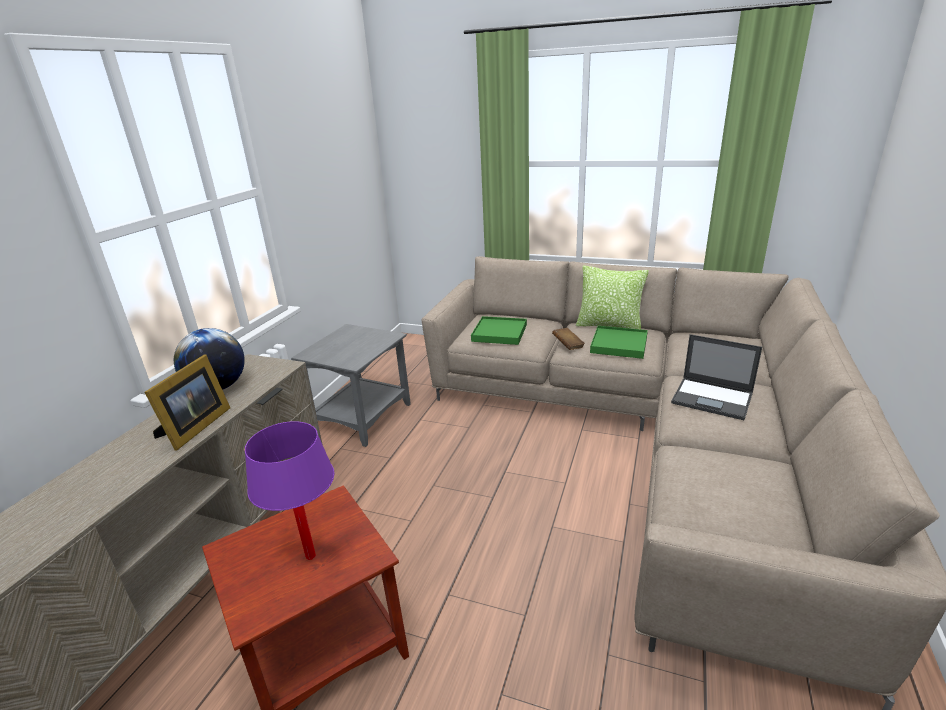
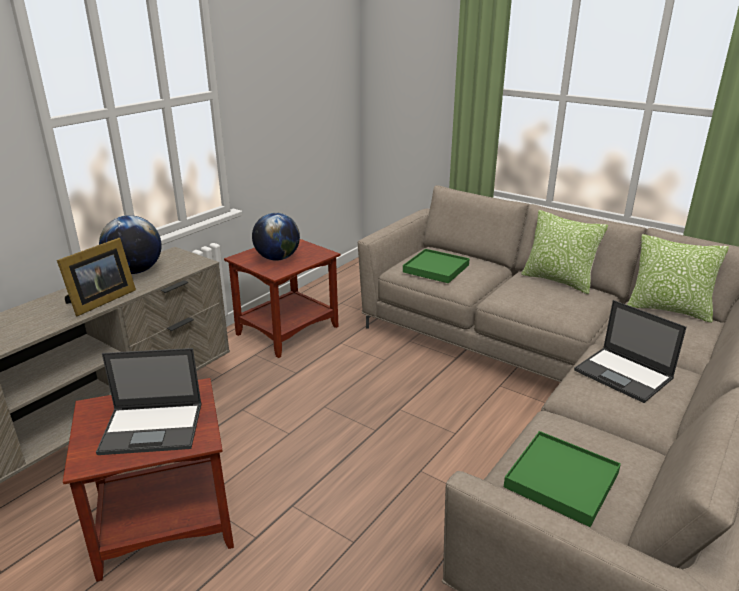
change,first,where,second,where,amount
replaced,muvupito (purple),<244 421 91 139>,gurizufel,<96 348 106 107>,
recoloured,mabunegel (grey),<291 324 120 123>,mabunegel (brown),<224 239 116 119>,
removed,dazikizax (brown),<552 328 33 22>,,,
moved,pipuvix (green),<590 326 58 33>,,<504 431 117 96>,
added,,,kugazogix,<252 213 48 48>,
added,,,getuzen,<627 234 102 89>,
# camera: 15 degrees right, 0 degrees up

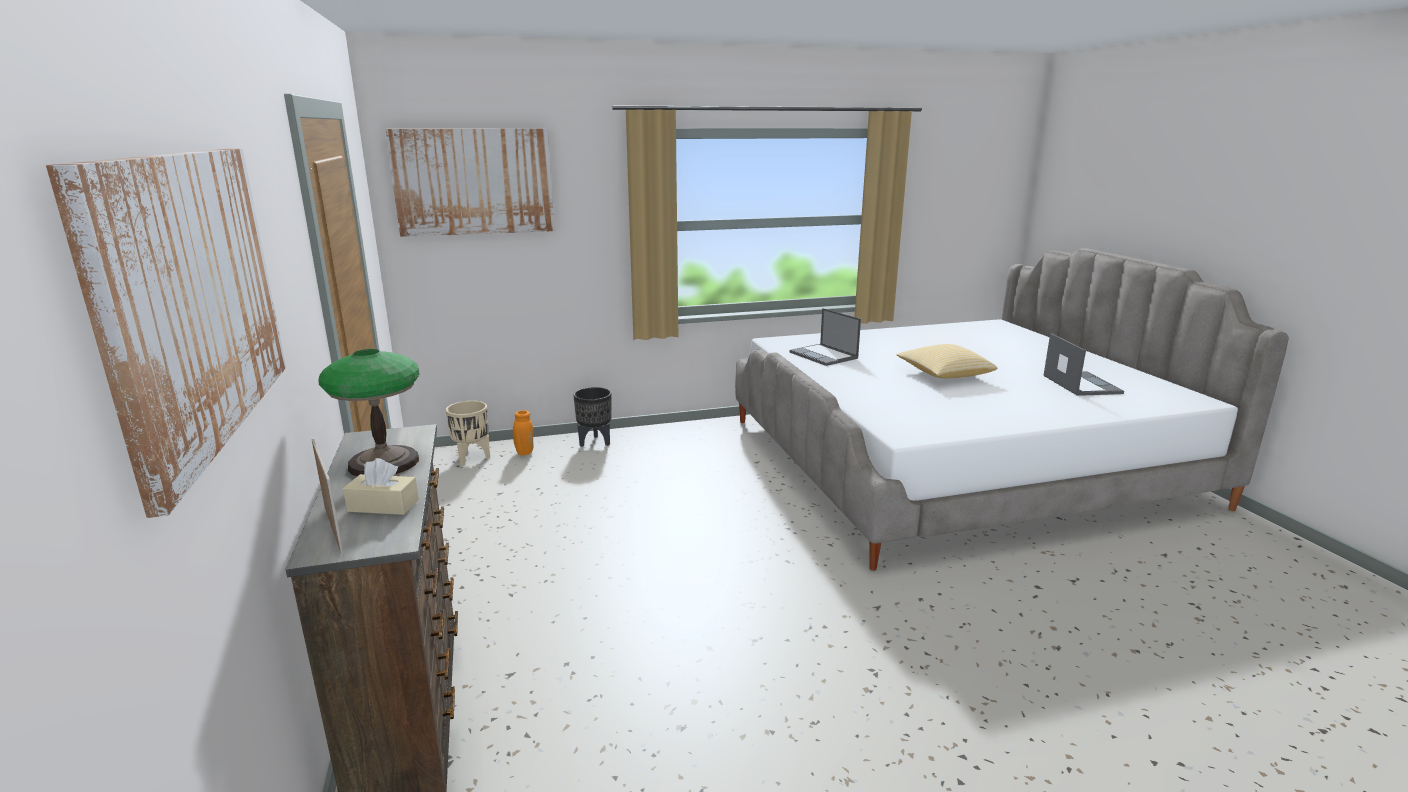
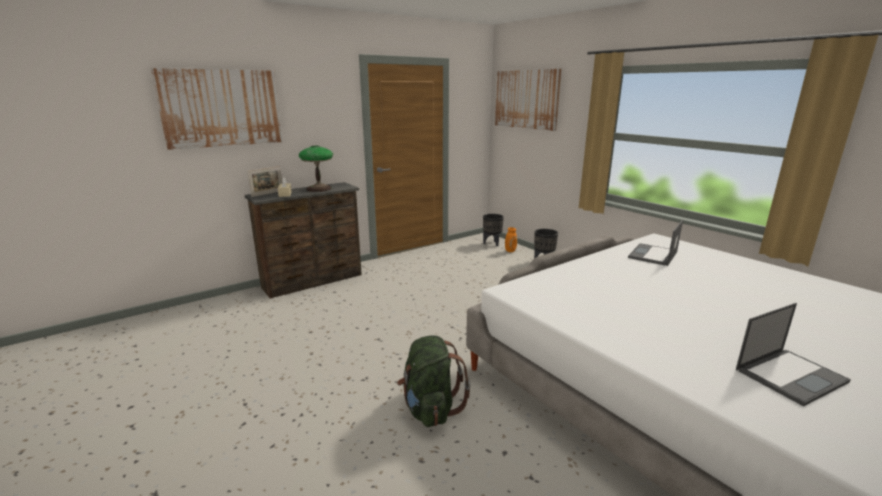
change,first,where,second,where,amount
recoloured,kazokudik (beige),<446 401 44 65>,kazokudik (black),<483 214 21 32>,
removed,getuzen,<897 344 100 34>,,,
added,,,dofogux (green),<397 336 73 91>,
# camera: 70 degrees right, 0 degrees up

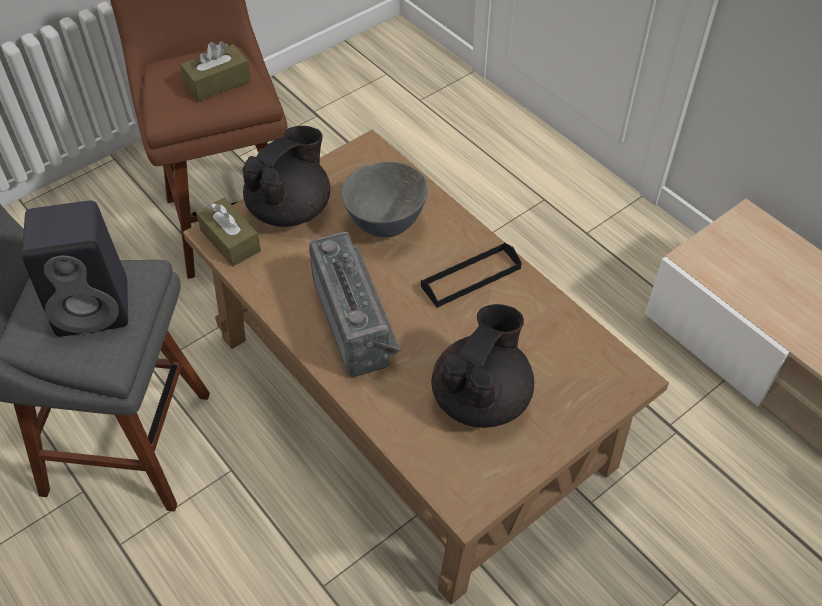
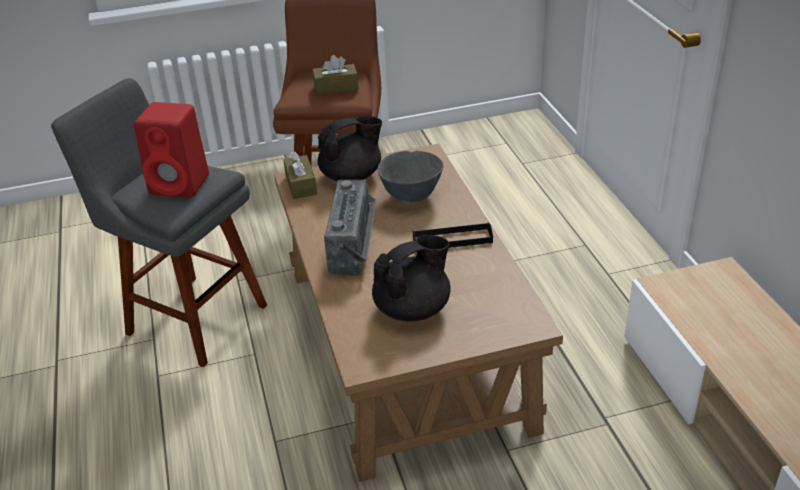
change,first,where,second,where,amount
recoloured,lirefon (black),<22 201 106 135>,lirefon (red),<134 102 75 96>,
# camera: 25 degrees right, 15 degrees down

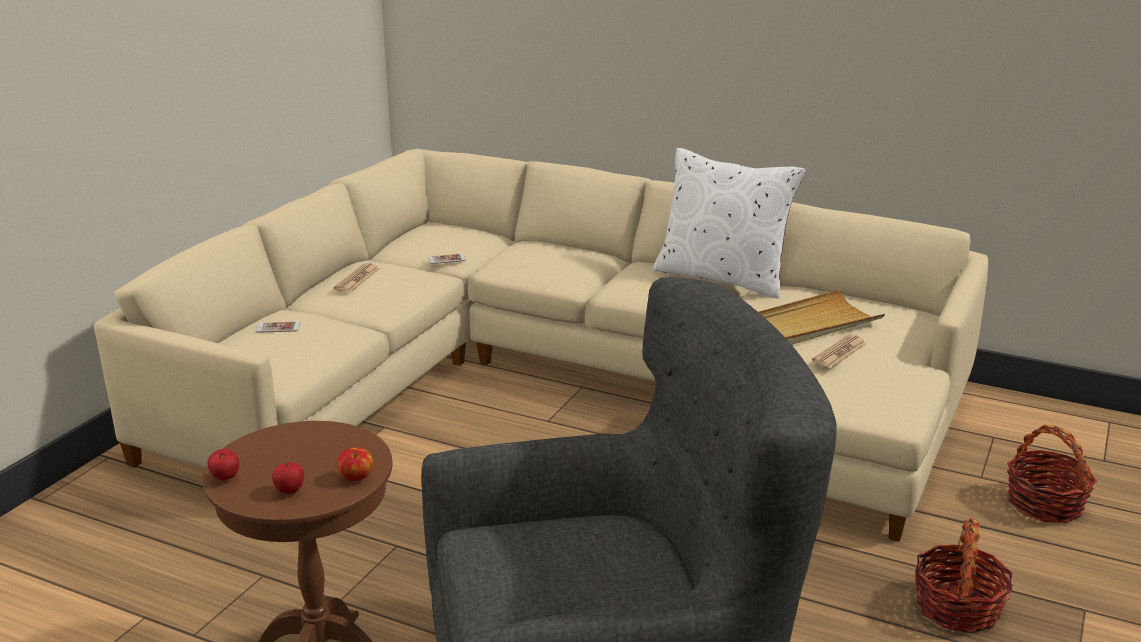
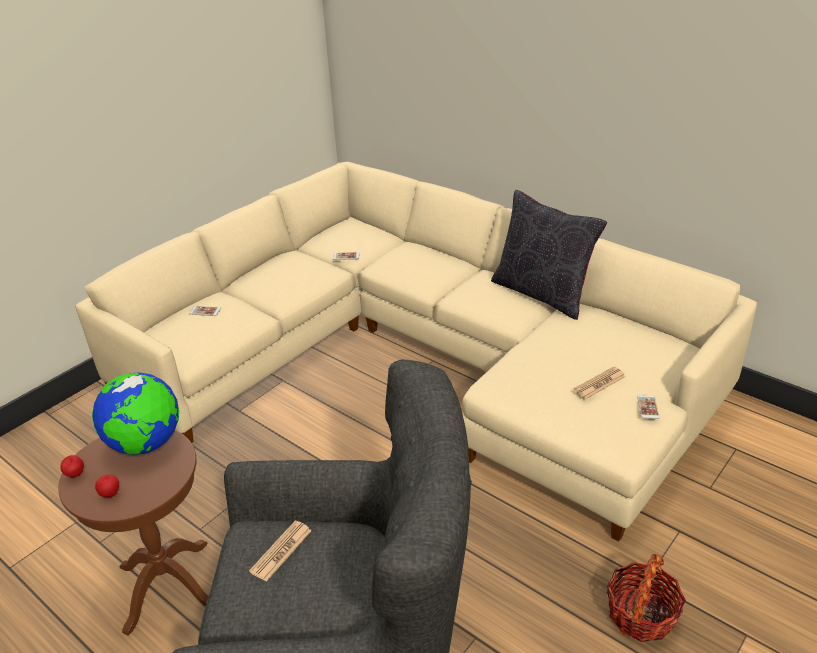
change,first,where,second,where,amount
moved,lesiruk,<334 263 46 29>,,<249 521 63 61>,
removed,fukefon,<337 447 36 34>,,,
recoloured,getuzen (white),<653 148 153 150>,getuzen (black),<491 190 116 130>,
removed,pipuvix (beige),<759 289 126 56>,,,
removed,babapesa,<1007 424 90 99>,,,
added,,,kugazogix,<92 372 87 83>,
added,,,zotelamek,<637 395 23 24>,
# camera: 15 degrees right, 10 degrees up

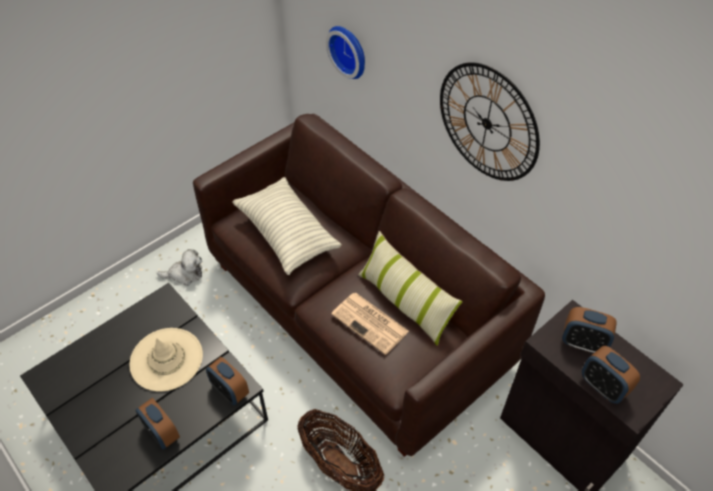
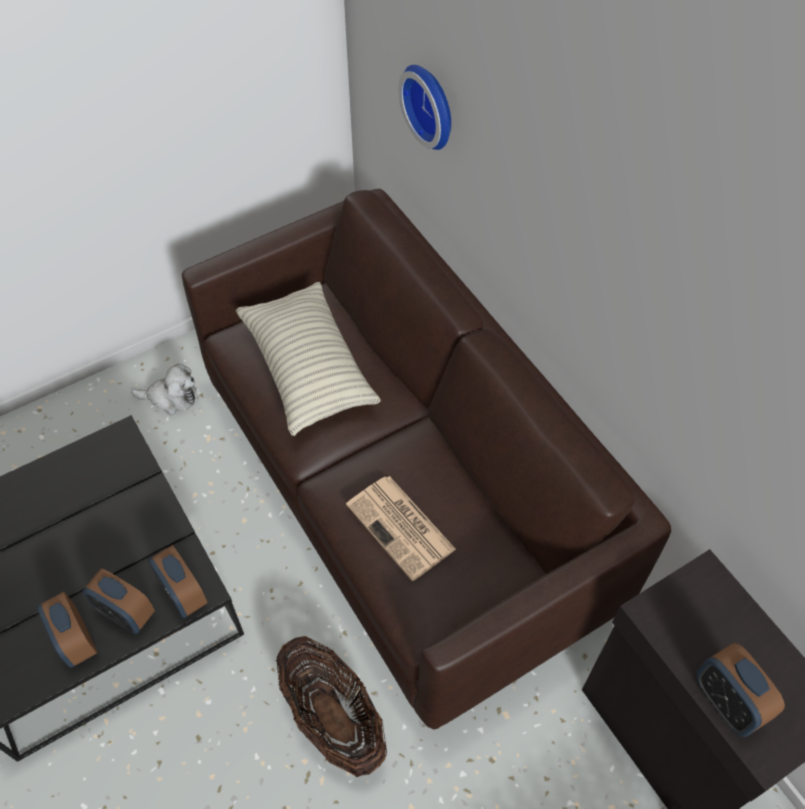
change,first,where,second,where,amount
removed,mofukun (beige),<129 328 74 63>,,,
removed,getuzen,<358 231 104 115>,,,
removed,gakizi,<440 62 100 119>,,,
moved,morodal,<562 307 55 46>,,<83 568 72 66>,
# camera: 10 degrees right, 5 degrees up

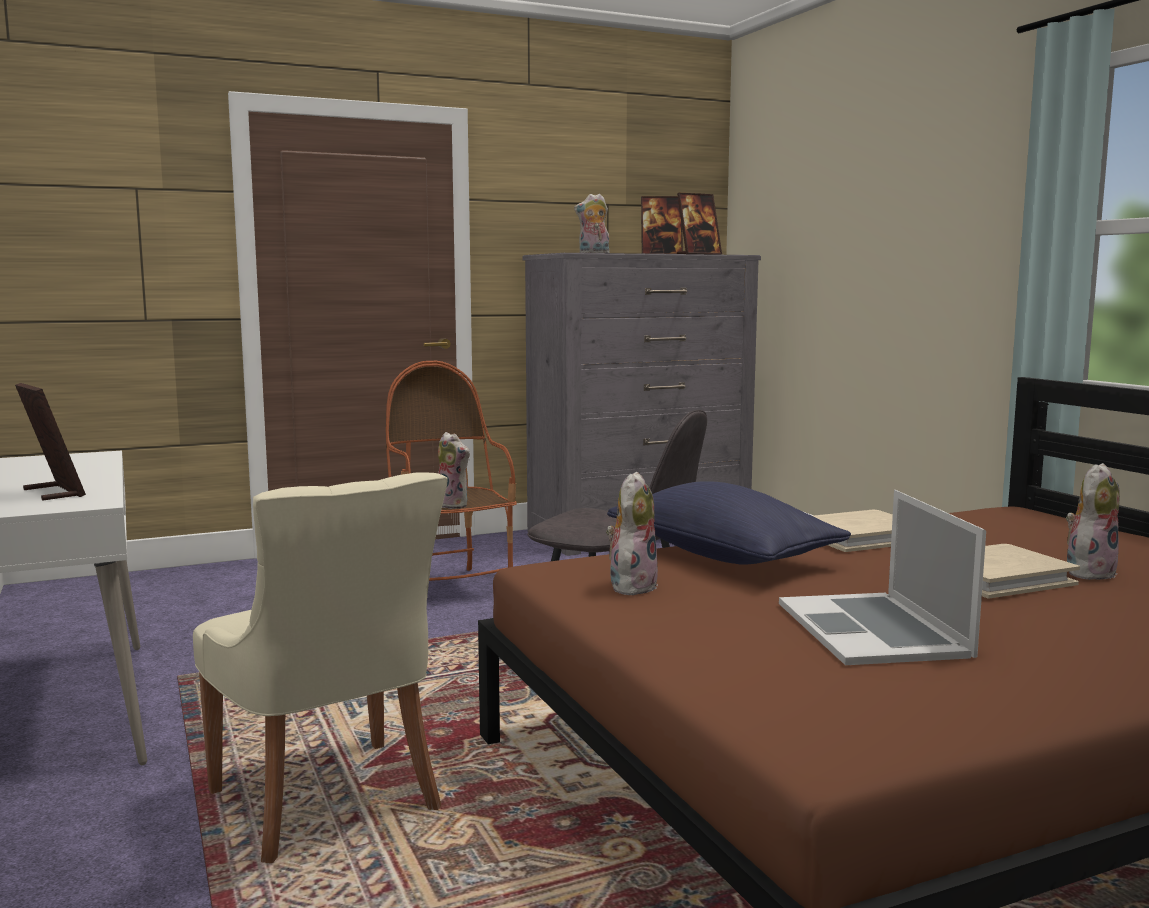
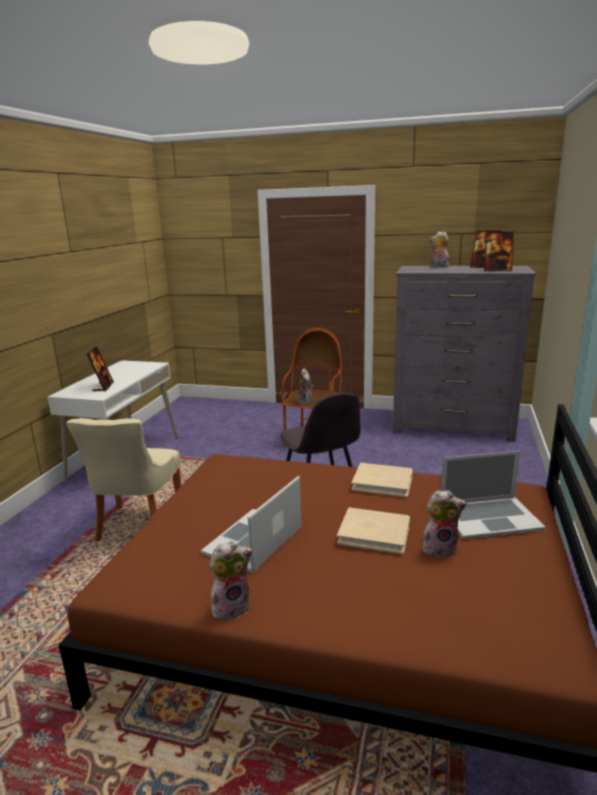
change,first,where,second,where,amount
moved,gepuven,<606 472 52 123>,,<210 541 42 79>,
removed,getuzen (blue),<607 481 244 84>,,,
added,,,gurizufel,<441 451 105 88>,
# camera: 40 degrees right, 10 degrees up

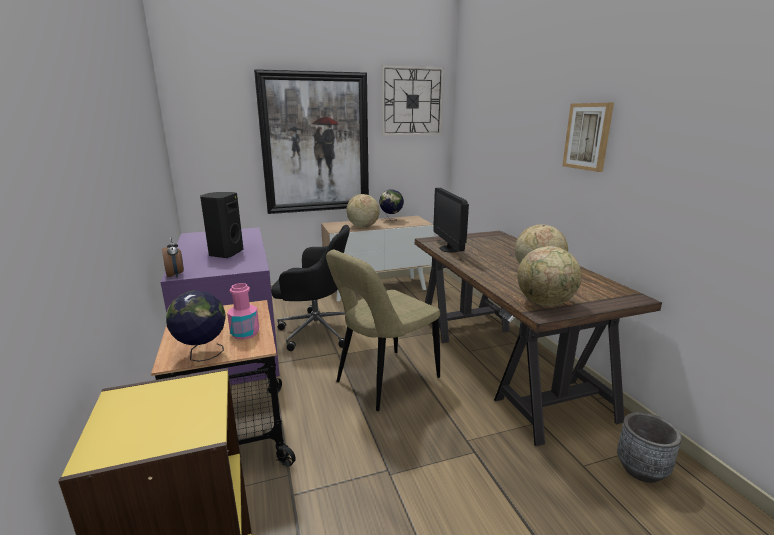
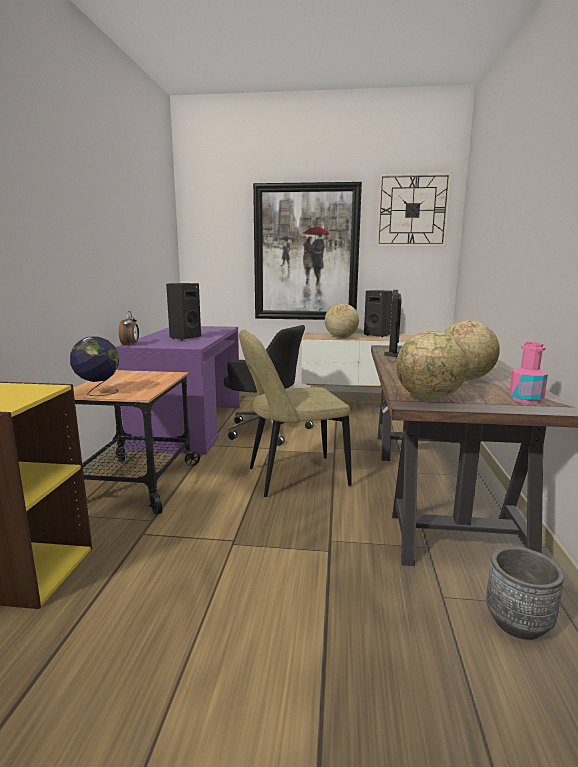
change,first,where,second,where,amount
moved,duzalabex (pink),<227 283 32 56>,,<509 342 39 62>,
replaced,kugazogix,<379 189 25 32>,lirefon (black),<364 290 29 47>,
removed,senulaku,<562 103 52 69>,,,
# camera: 25 degrees right, 5 degrees down

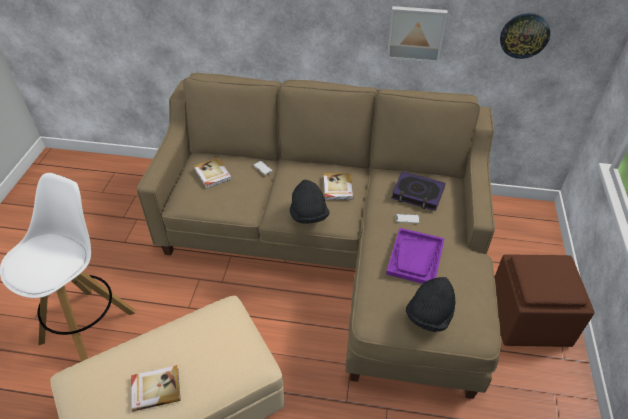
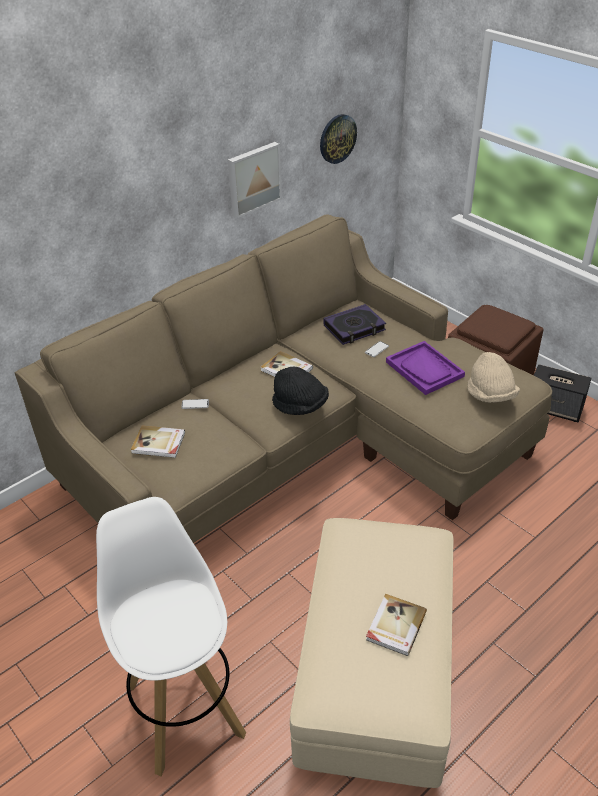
change,first,where,second,where,amount
recoloured,mofukun (black),<406 277 49 55>,mofukun (beige),<467 352 53 51>,
added,,,lirefon,<534 364 58 58>,
# camera: 50 degrees left, 5 degrees down

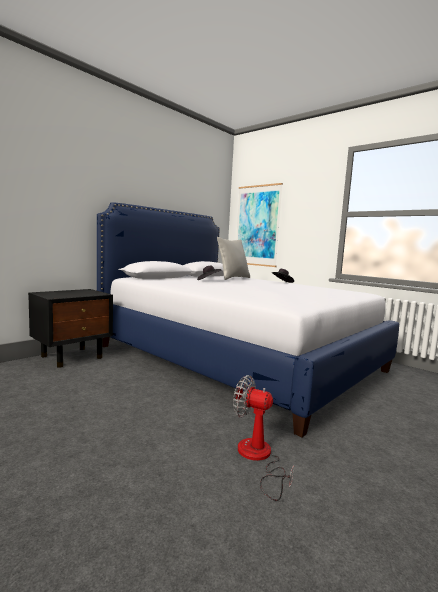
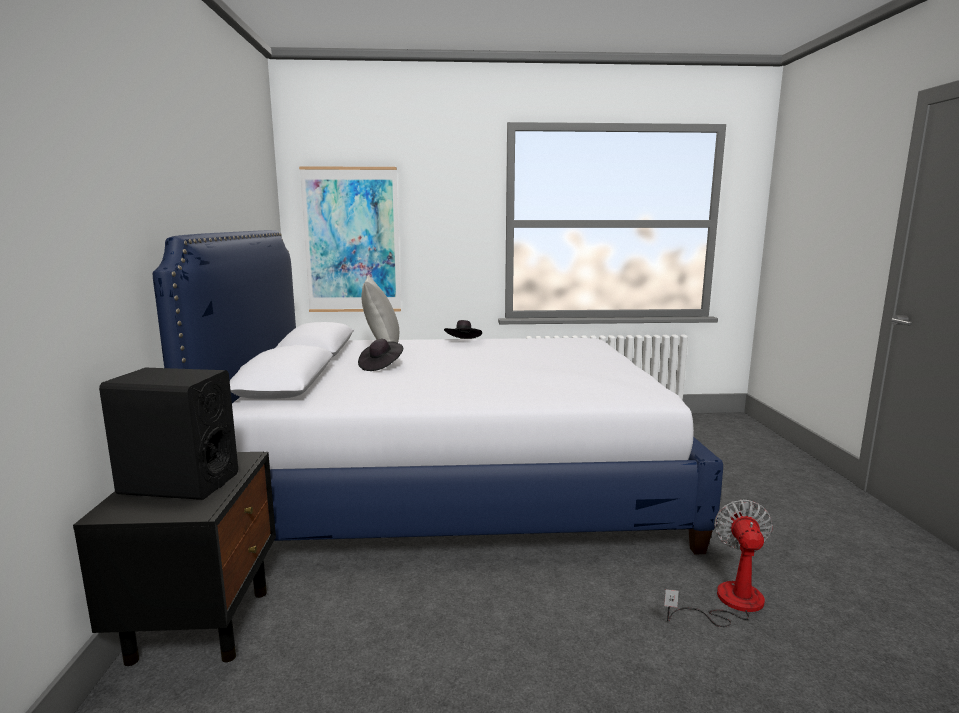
change,first,where,second,where,amount
turned,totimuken,<233 375 61 126>,,<664 500 109 127>,120 degrees clockwise
added,,,lirefon (black),<99 368 139 132>,
# camera: 45 degrees left, 5 degrees up

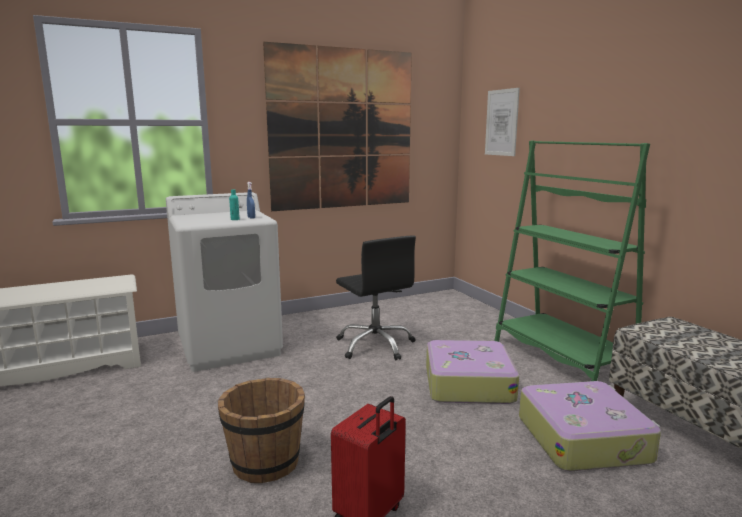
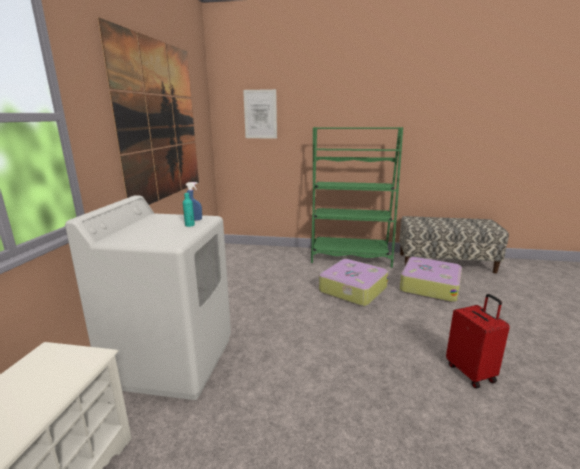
change,first,where,second,where,amount
removed,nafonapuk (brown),<218 378 87 105>,,,
removed,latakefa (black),<336 235 80 125>,,,
# camera: 55 degrees left, 5 degrees up

